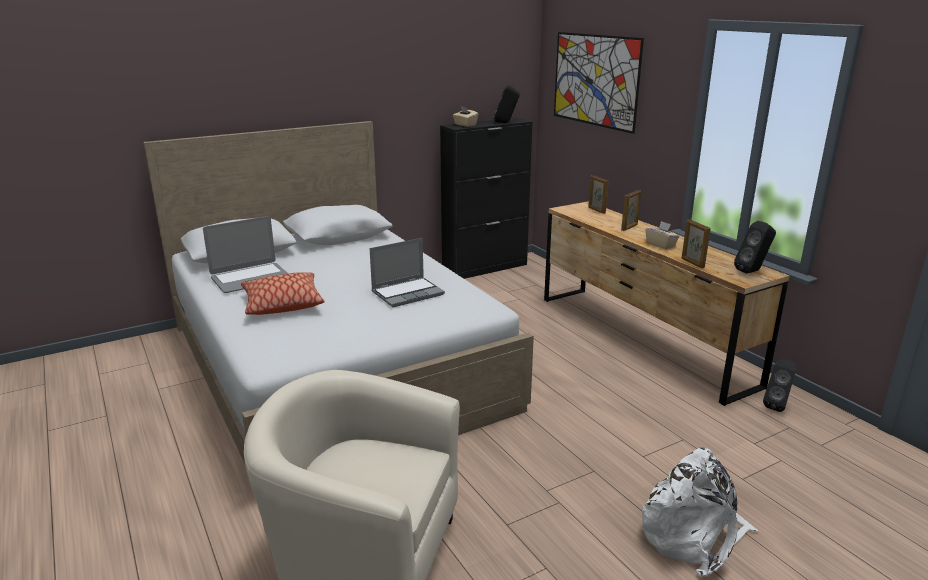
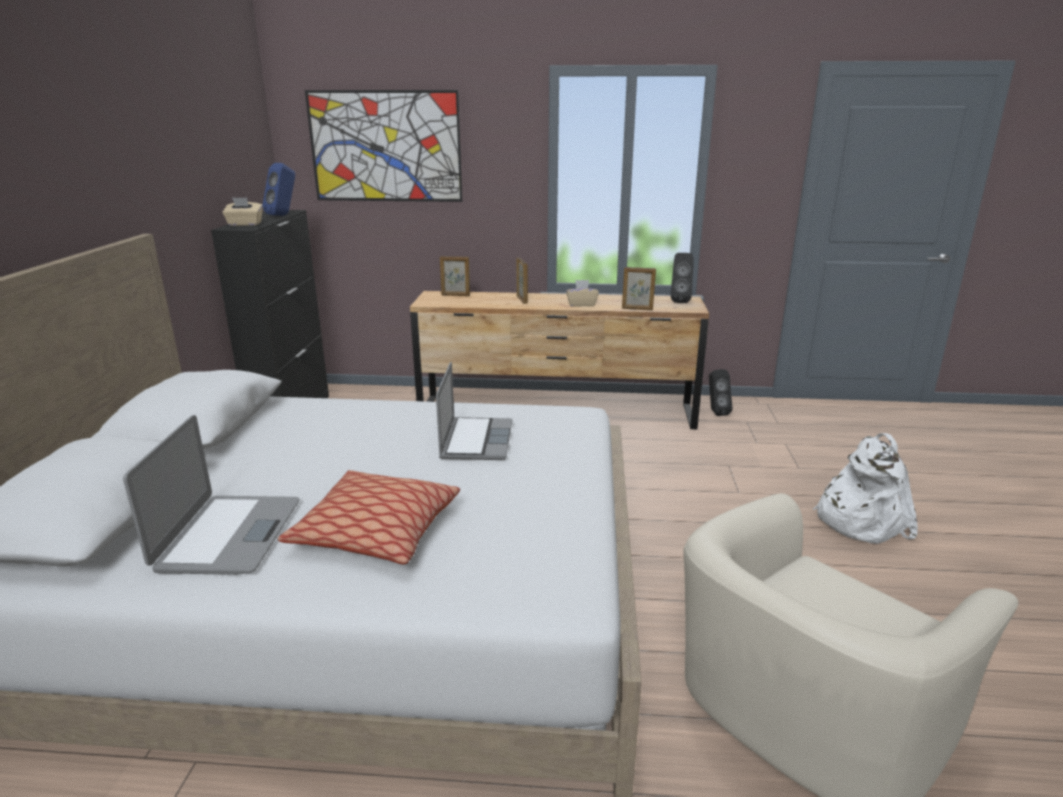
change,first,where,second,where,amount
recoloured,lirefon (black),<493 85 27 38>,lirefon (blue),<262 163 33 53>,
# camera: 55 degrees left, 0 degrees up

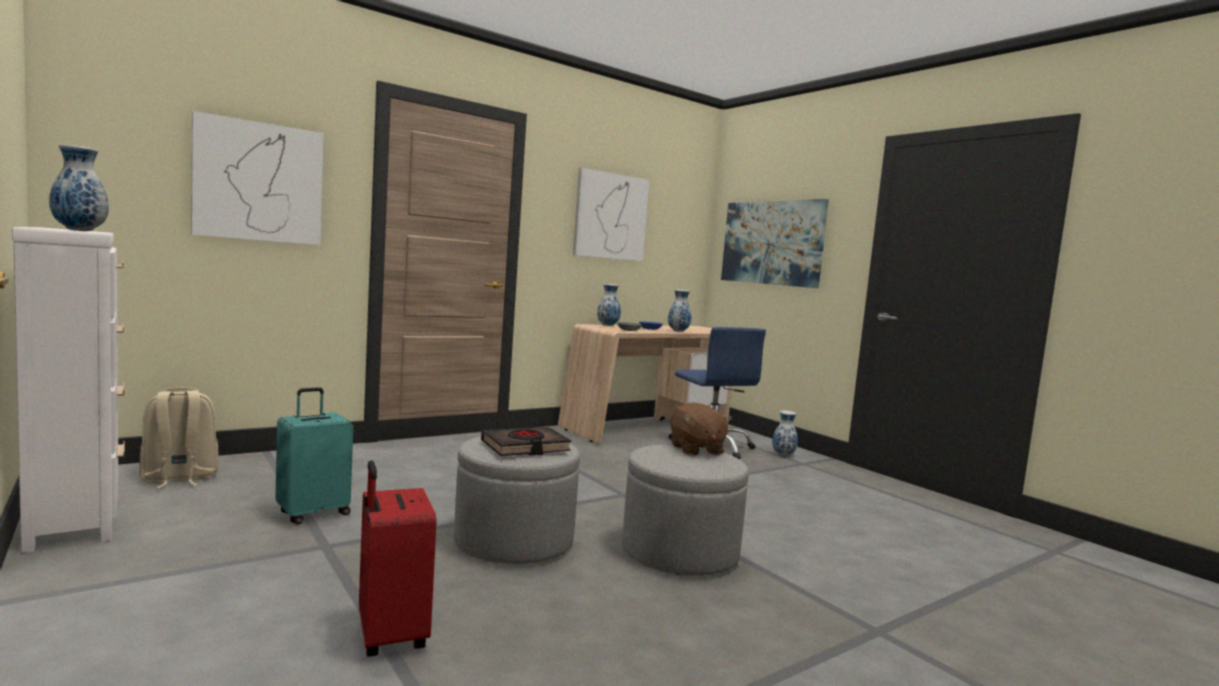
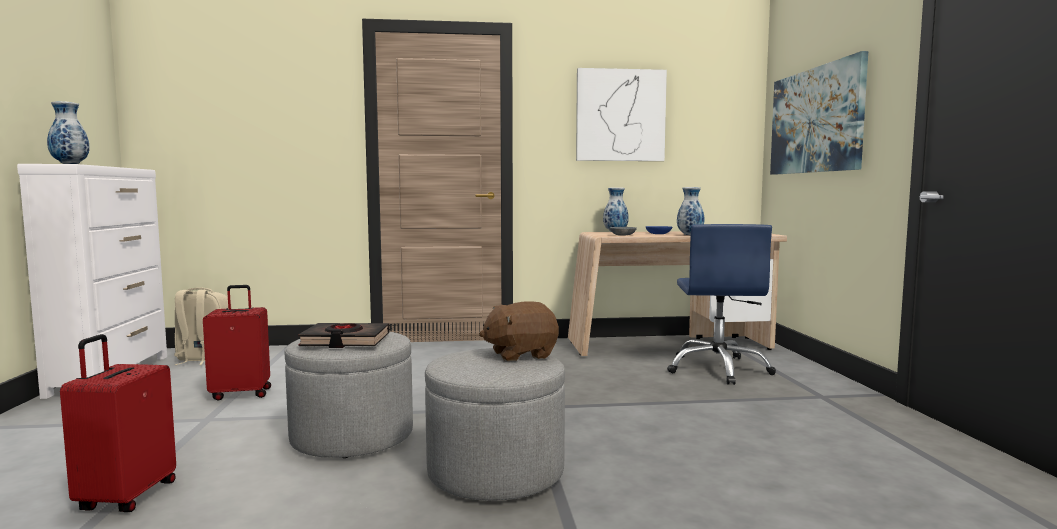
change,first,where,second,where,amount
removed,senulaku,<191 111 133 134>,,,
recoloured,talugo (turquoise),<275 387 78 137>,talugo (red),<203 285 68 116>,
turned,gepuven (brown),<670 402 62 54>,,<479 302 80 60>,60 degrees clockwise
removed,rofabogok,<772 411 26 45>,,,
# camera: 30 degrees right, 0 degrees up

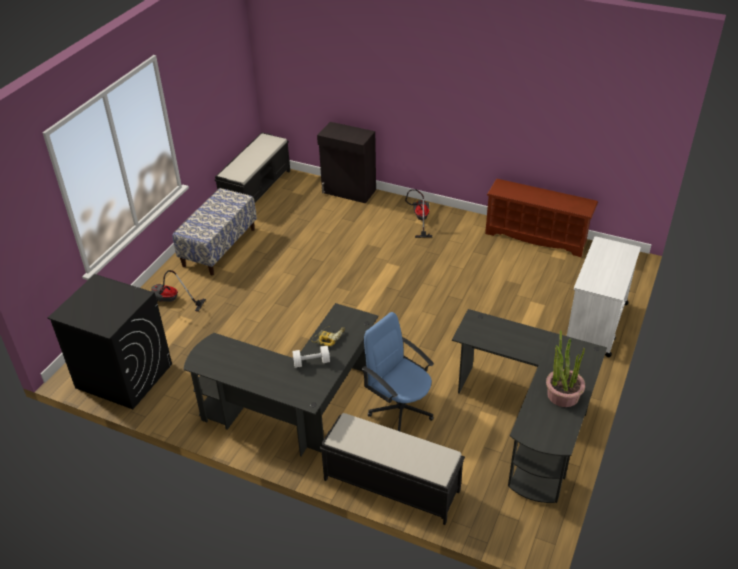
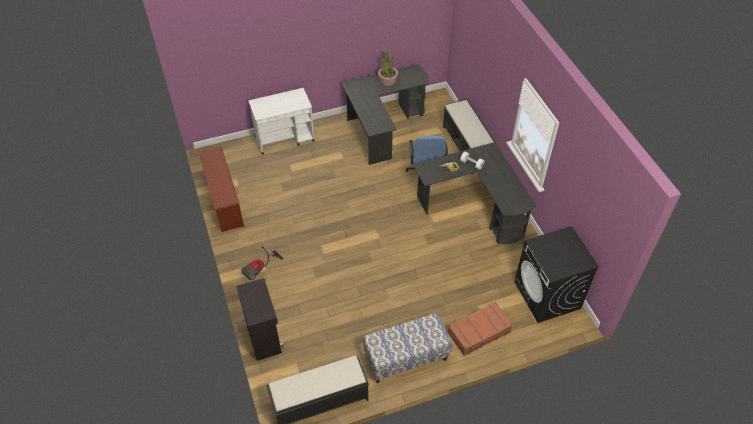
change,first,where,second,where,amount
replaced,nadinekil,<151 270 55 42>,talugo (brown),<447 302 66 54>,
# camera: 135 degrees left, 10 degrees up

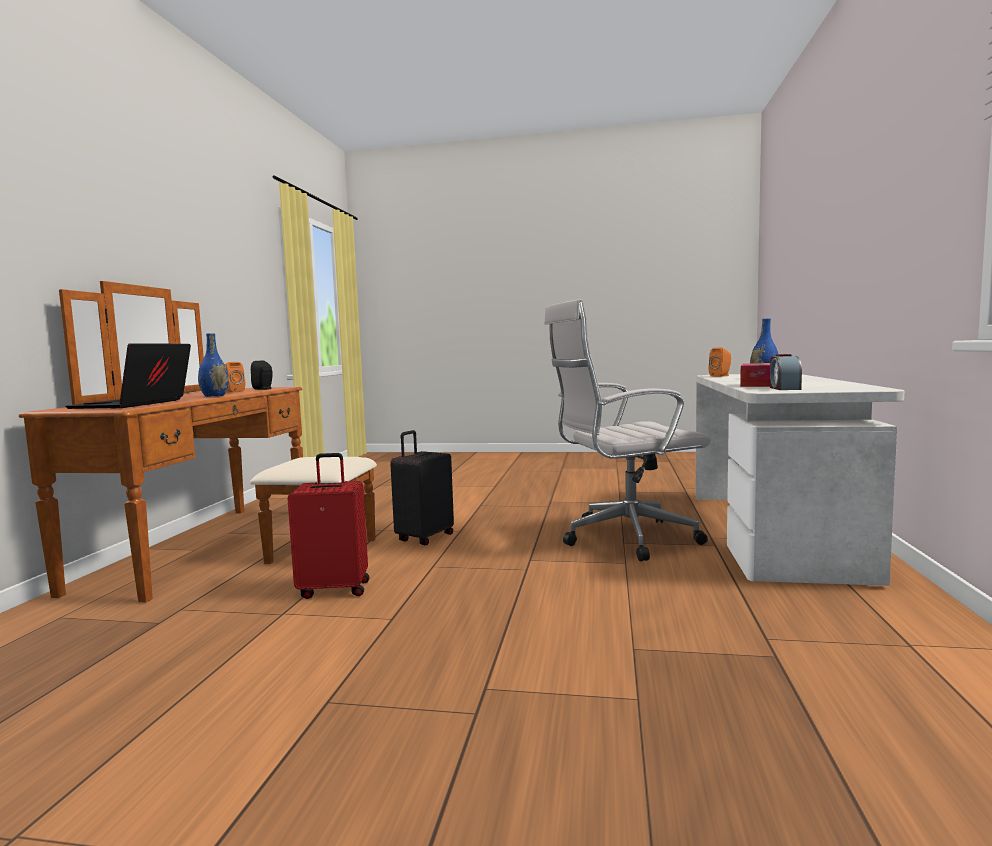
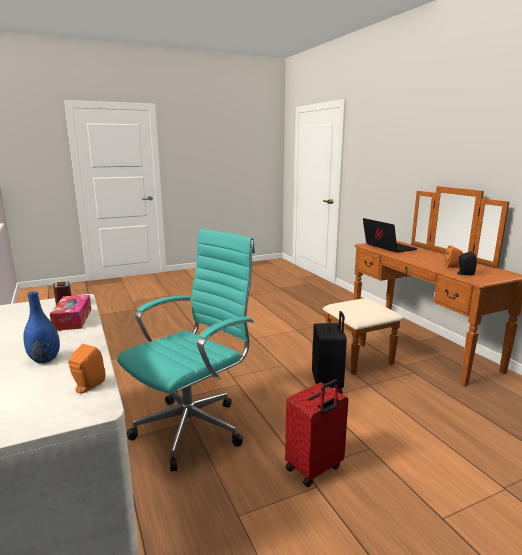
change,first,where,second,where,amount
removed,rofabogok (blue),<198 333 31 64>,,,
moved,talugo (red),<287 453 83 146>,,<285 379 64 108>,
recoloured,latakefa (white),<544 299 167 262>,latakefa (turquoise),<117 229 138 243>,
# camera: 145 degrees right, 10 degrees up

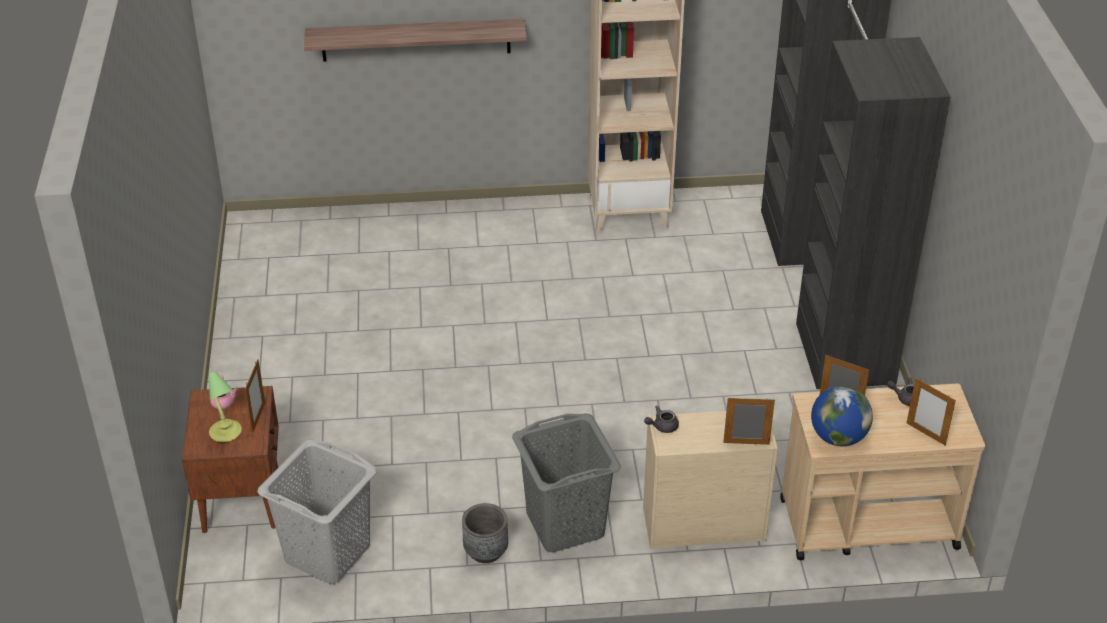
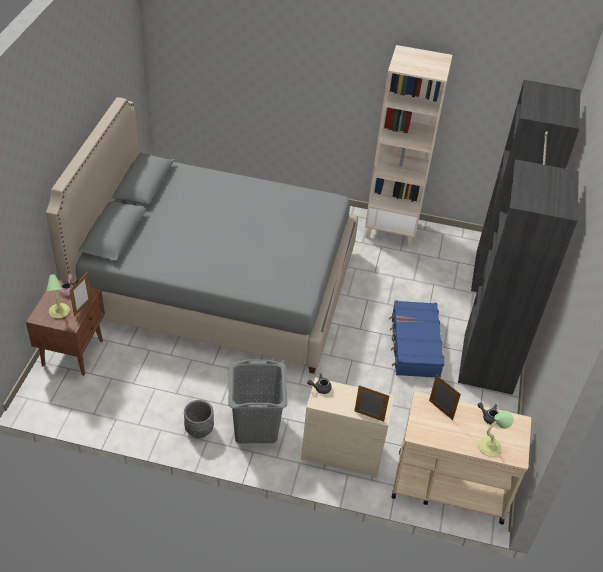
change,first,where,second,where,amount
removed,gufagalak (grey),<257 439 120 145>,,,
removed,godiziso,<304 19 223 43>,,,
removed,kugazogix,<811 386 62 60>,,,
replaced,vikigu,<907 378 49 68>,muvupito,<478 411 36 46>,
added,,,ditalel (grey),<46 97 312 277>,
added,,,talugo (blue),<389 300 55 78>,
# camera: 15 degrees right, 5 degrees up

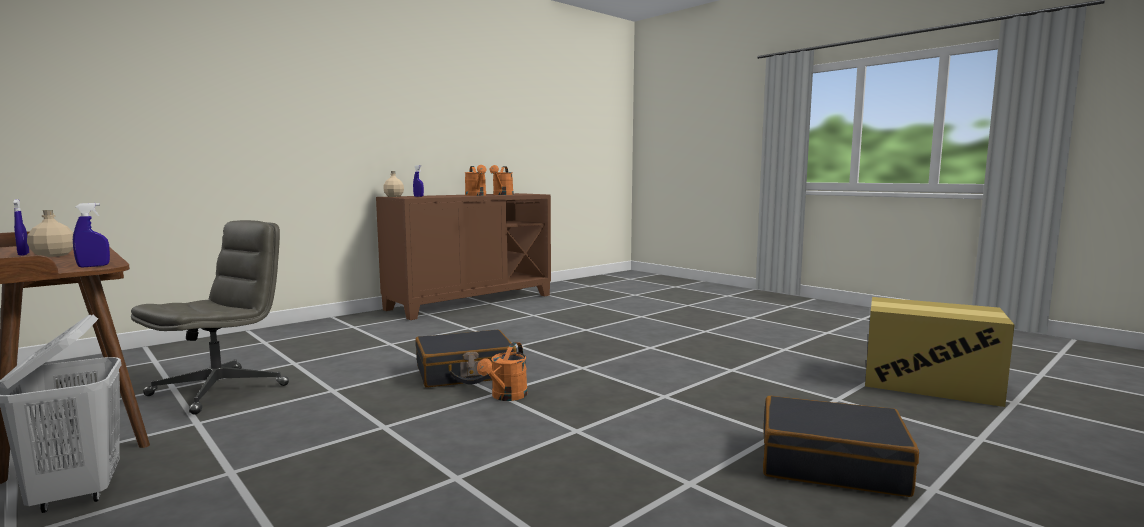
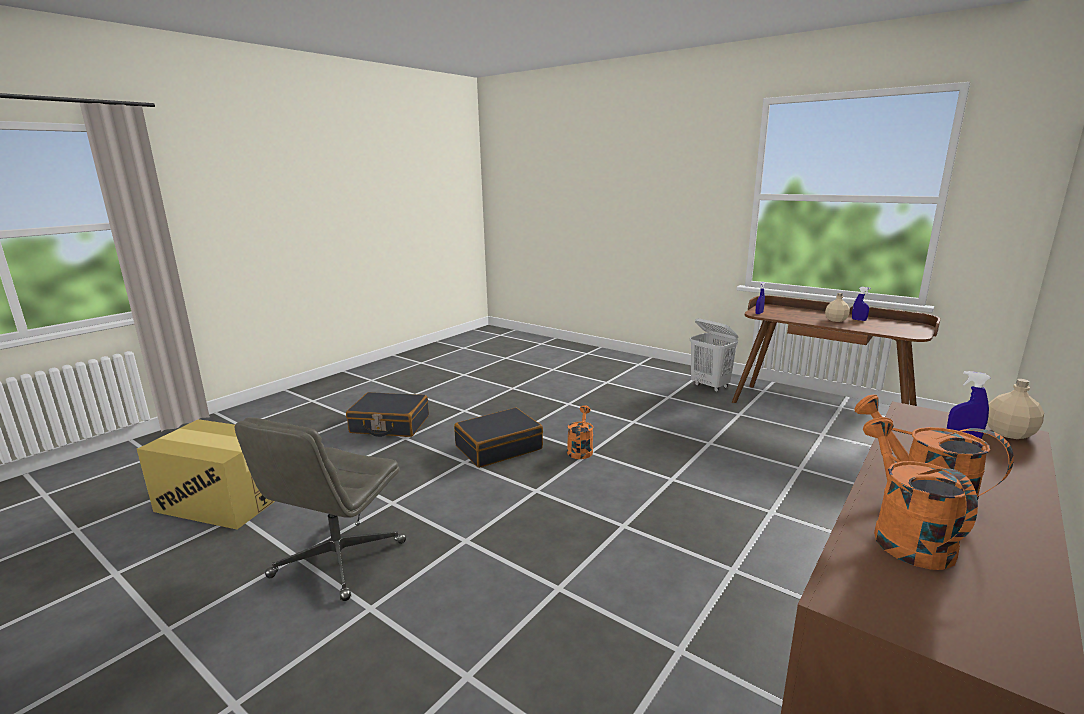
change,first,where,second,where,amount
moved,latakefa (grey),<131 220 158 195>,,<234 417 172 184>,
moved,talugo (black),<415 330 102 58>,,<454 408 89 60>,
# camera: 170 degrees right, 10 degrees up

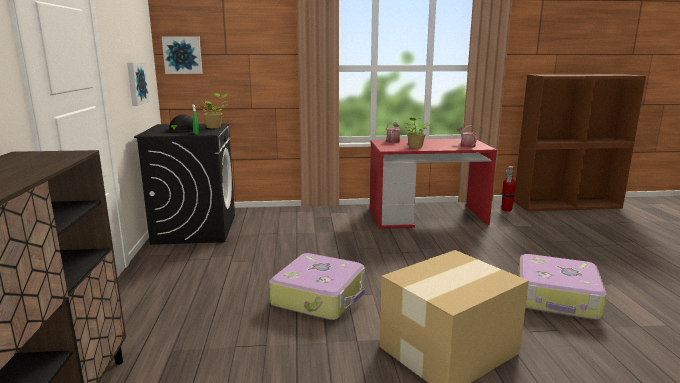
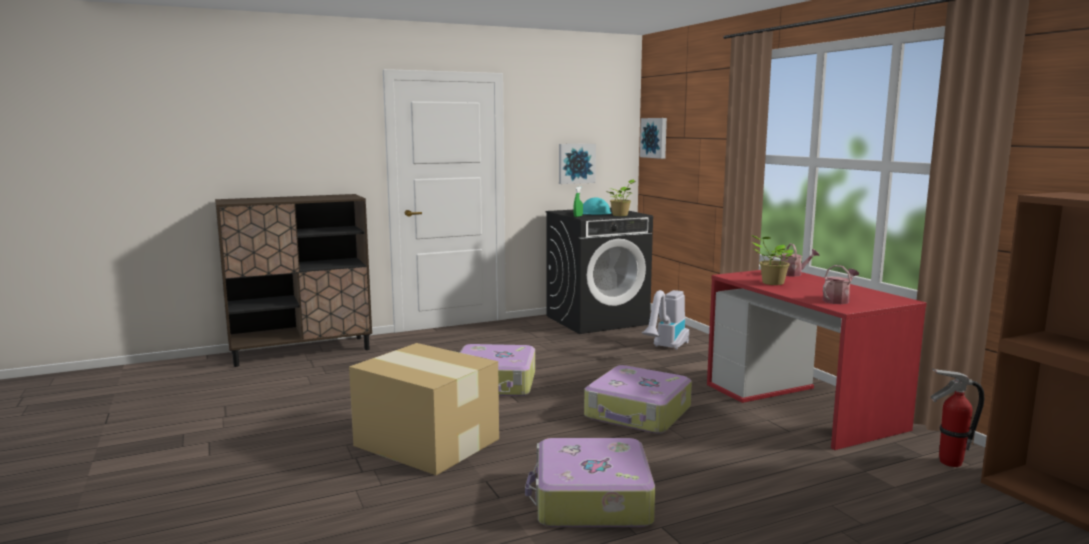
change,first,where,second,where,amount
recoloured,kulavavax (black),<166 115 27 18>,kulavavax (turquoise),<583 198 29 17>,
added,,,talugo,<584 365 108 69>,
added,,,nadinekil,<642 290 47 60>,
# camera: 70 degrees right, 5 degrees down

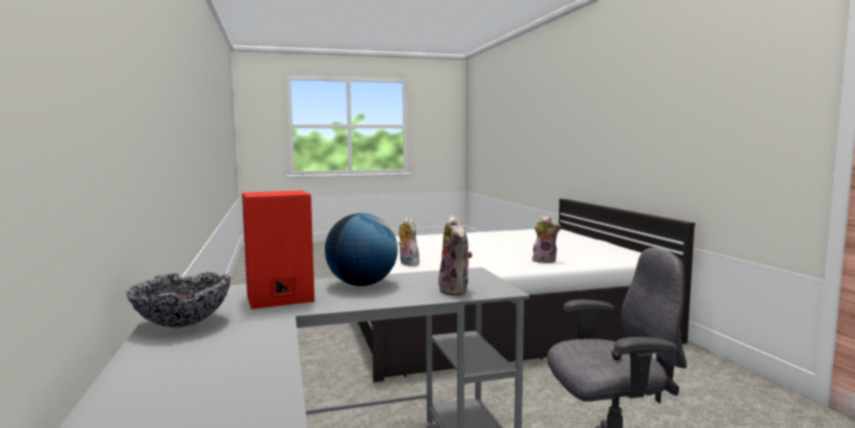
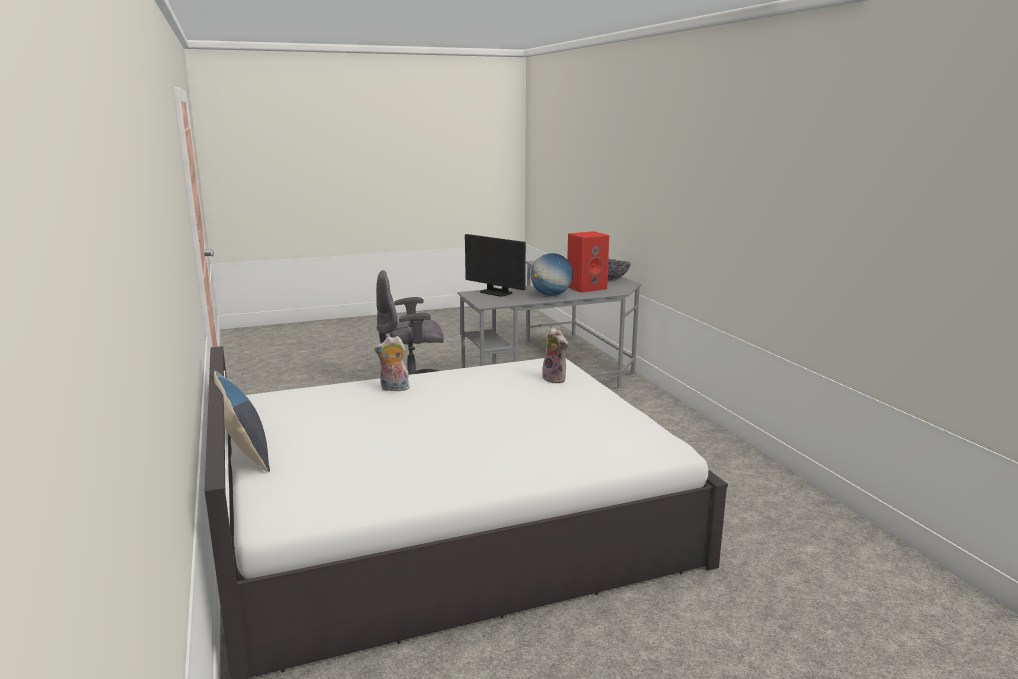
change,first,where,second,where,amount
replaced,gepuven,<439 215 33 81>,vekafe,<465 234 61 63>,
added,,,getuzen,<214 370 56 102>,
# camera: 175 degrees right, 10 degrees up

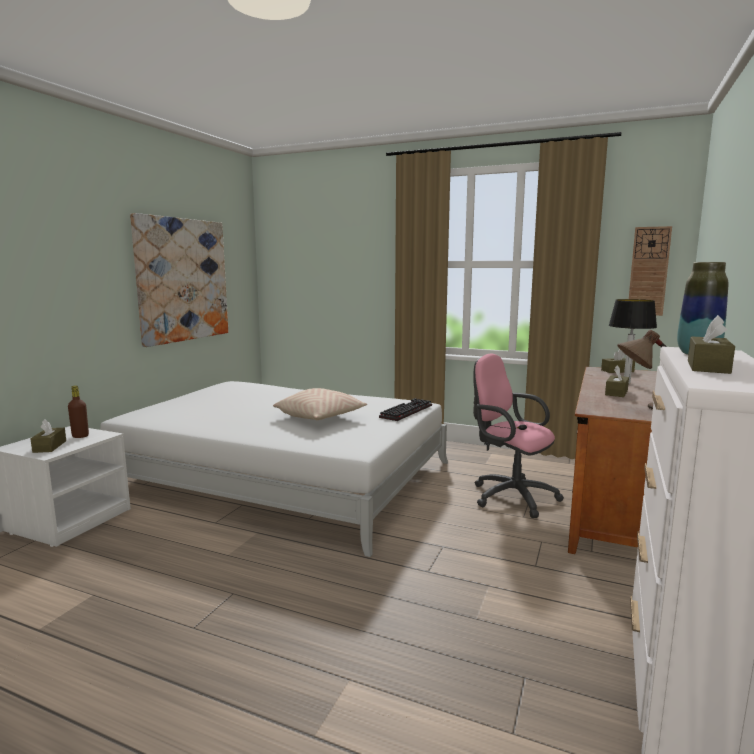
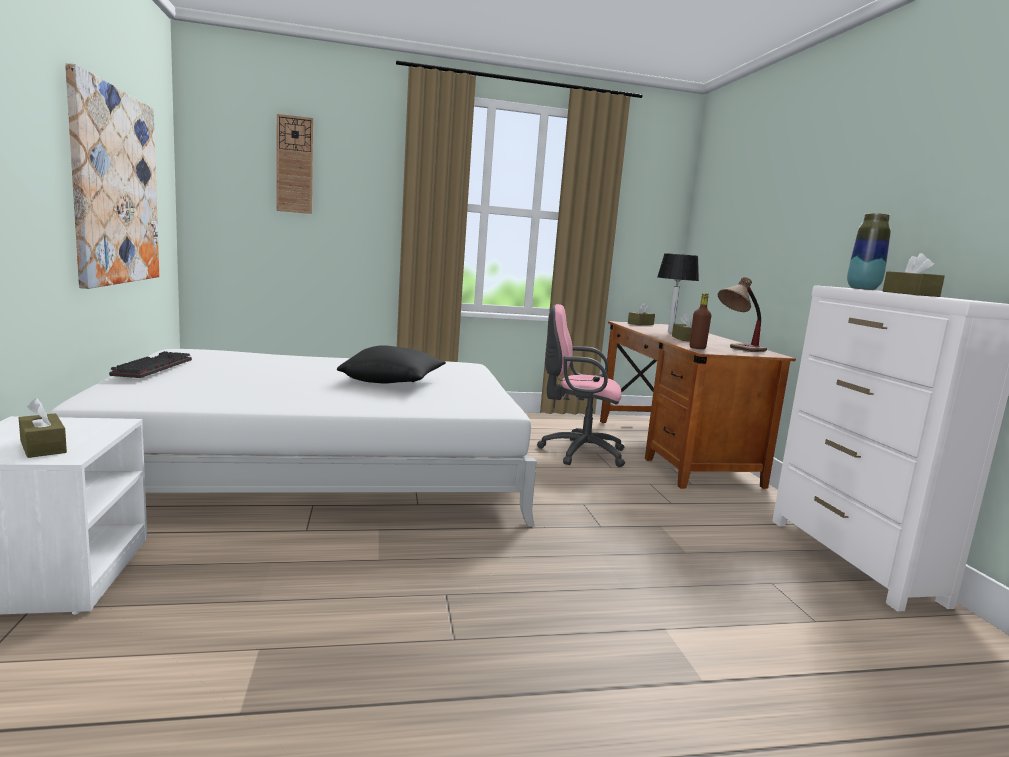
change,first,where,second,where,amount
moved,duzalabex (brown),<68 386 21 52>,,<690 293 21 56>,
recoloured,getuzen (beige),<273 388 94 32>,getuzen (black),<337 345 109 38>,
moved,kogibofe,<379 398 53 23>,,<109 351 83 27>,
moved,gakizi,<629 226 43 90>,,<276 114 38 100>,
# camera: 35 degrees left, 0 degrees up

